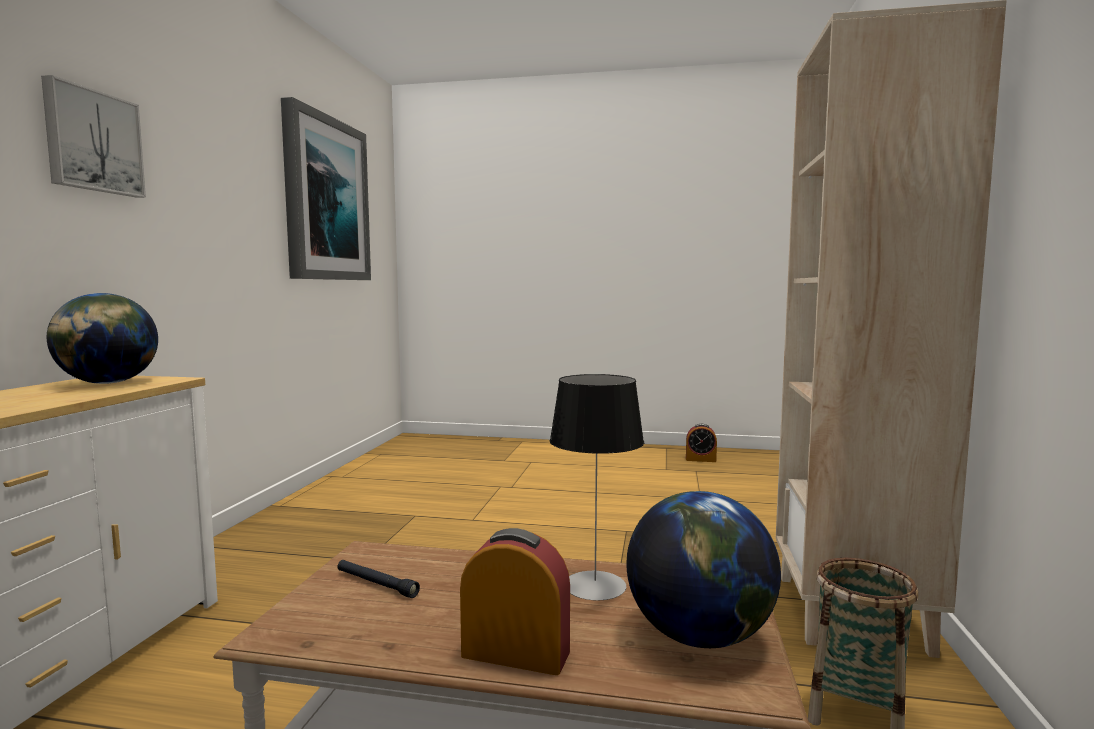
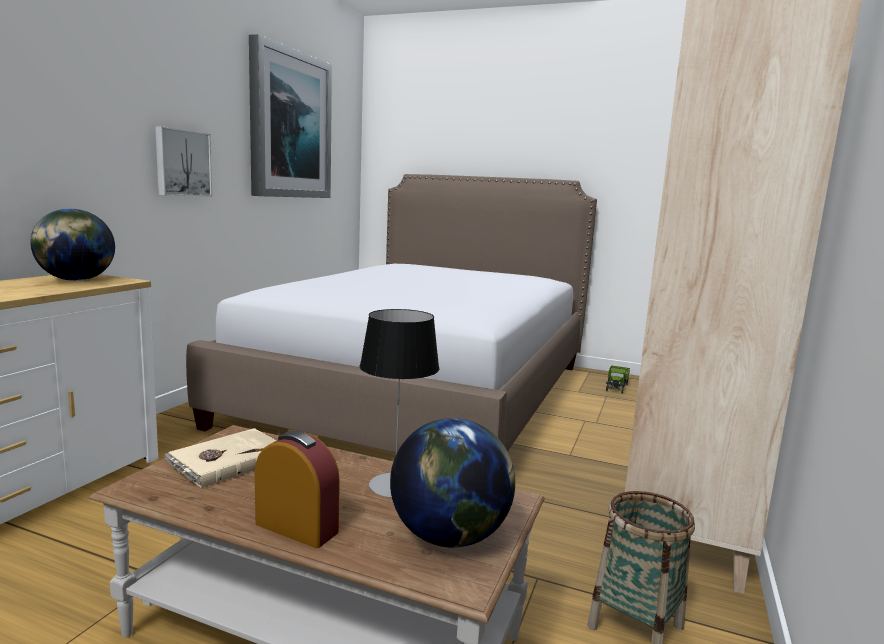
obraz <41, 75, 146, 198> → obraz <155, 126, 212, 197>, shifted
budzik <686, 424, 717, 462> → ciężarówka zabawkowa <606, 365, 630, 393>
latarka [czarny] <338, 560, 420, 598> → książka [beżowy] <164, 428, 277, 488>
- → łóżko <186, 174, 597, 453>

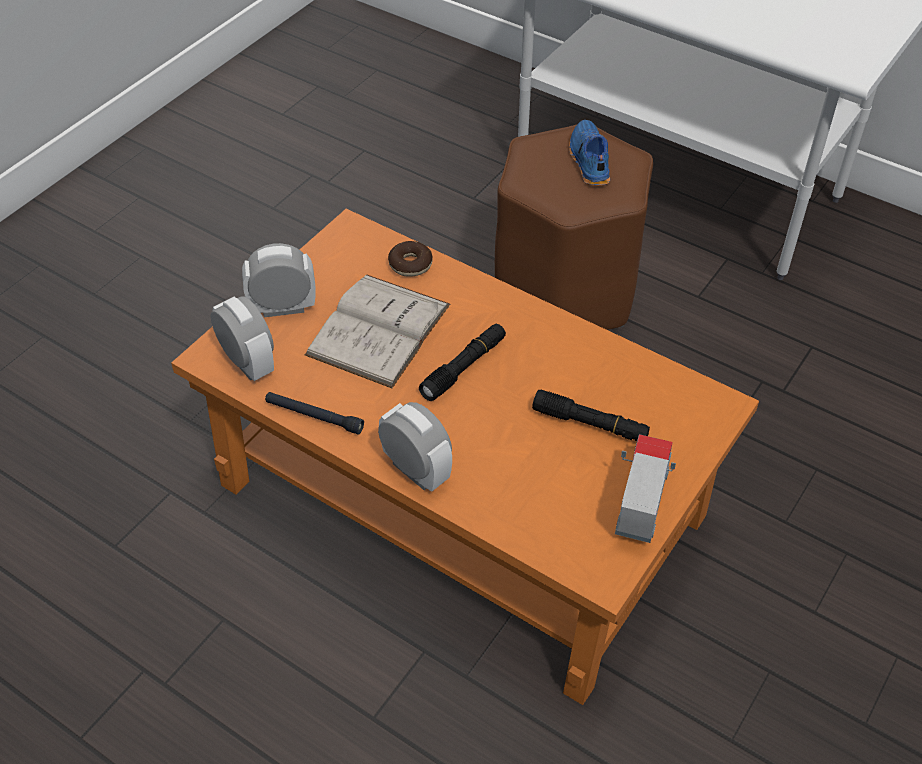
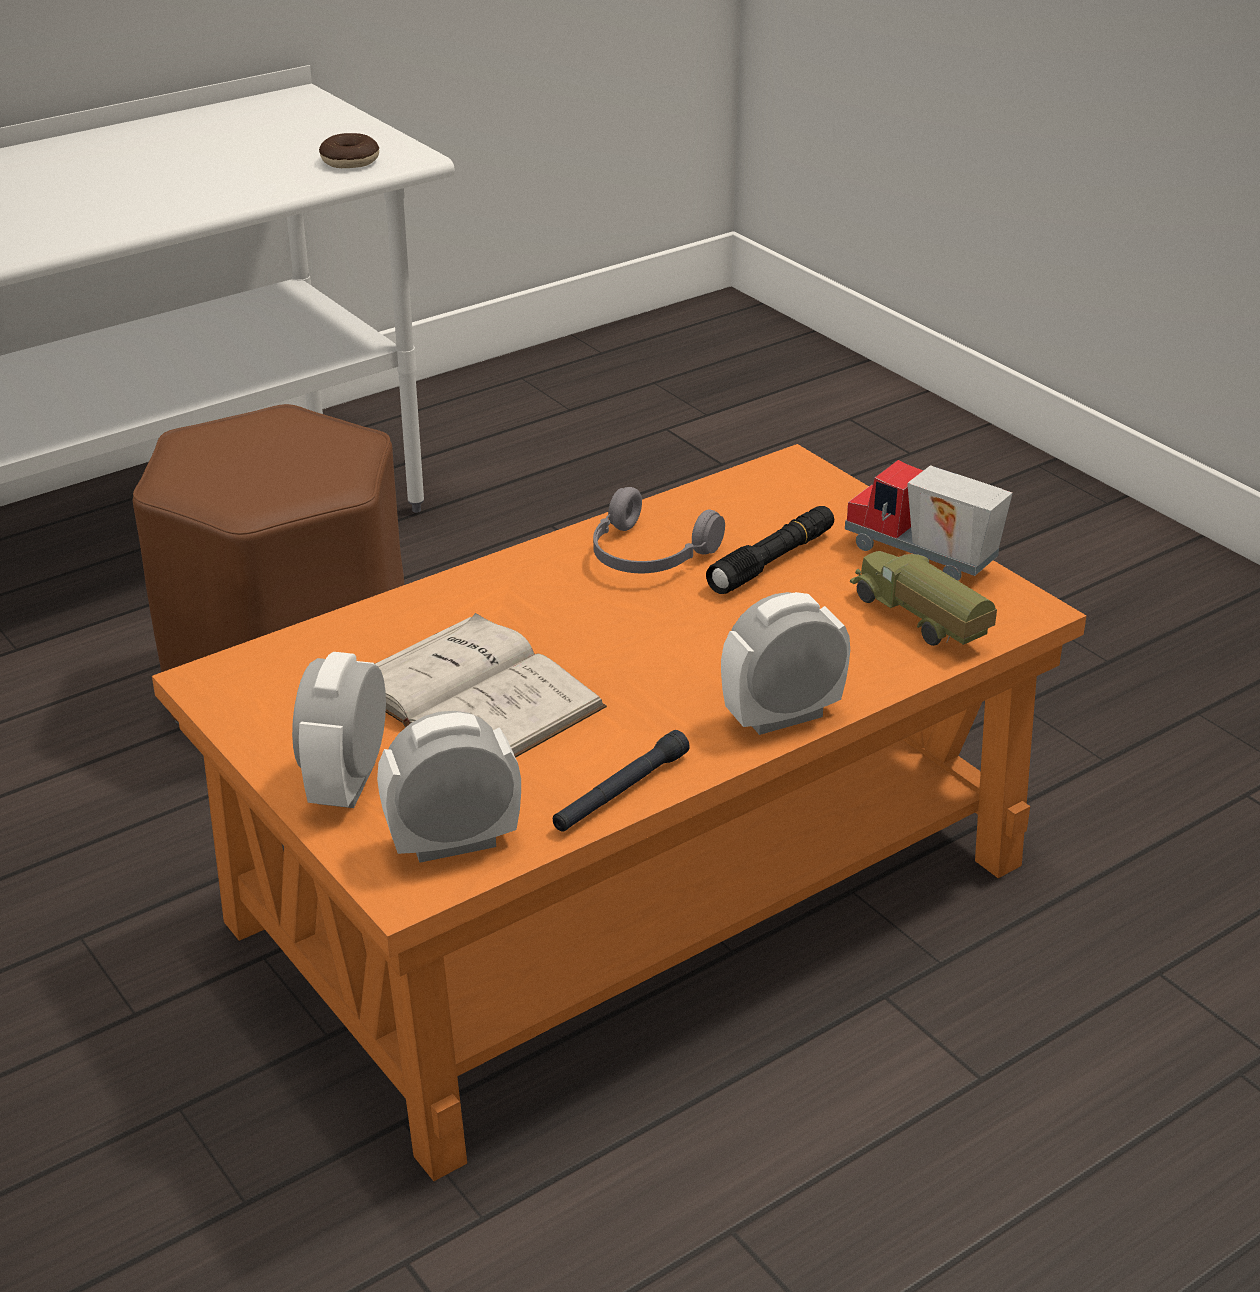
but [niebieski] <569, 120, 610, 186> → -
donut <388, 241, 433, 277> → donut <319, 133, 379, 168>, shifted
latarka [czarny] <419, 324, 506, 401> → -
- → słuchawki [szary] <593, 487, 725, 573>
- → ciężarówka zabawkowa <850, 551, 997, 646>

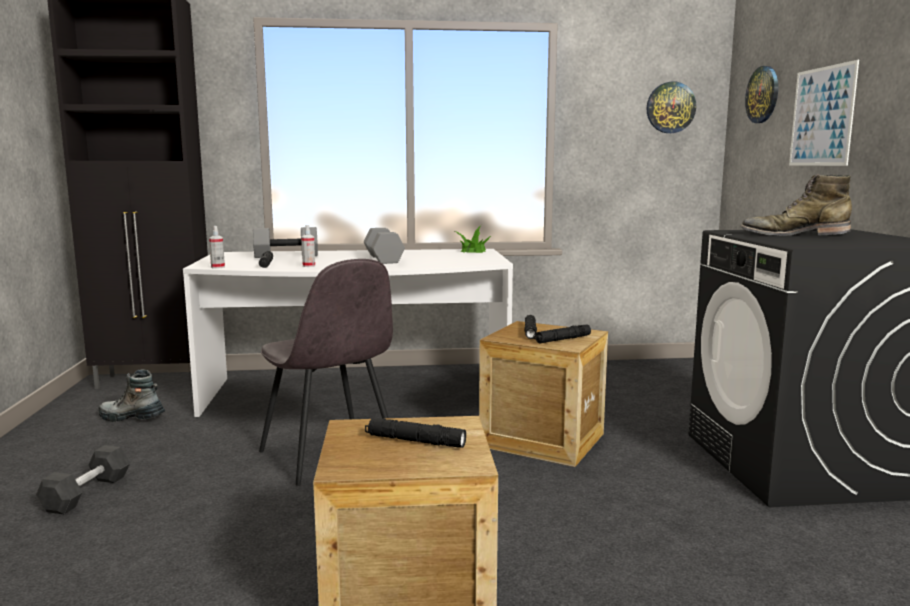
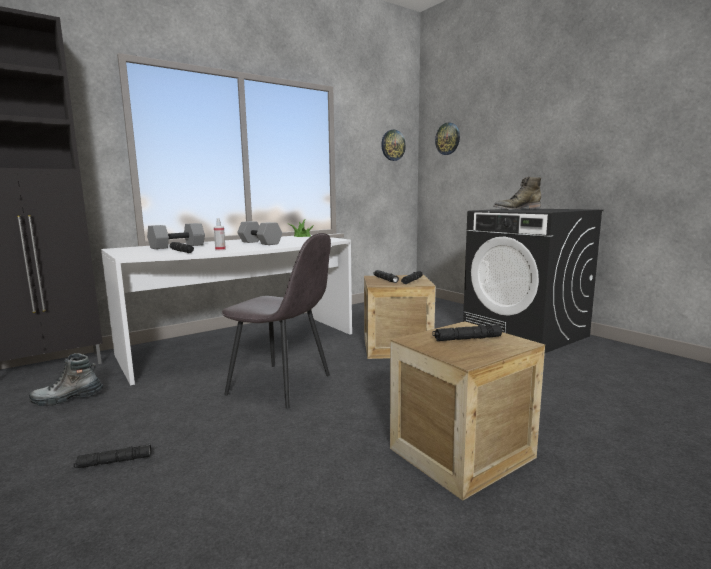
obraz <789, 60, 859, 166> → -
spryskiwacz <209, 226, 225, 269> → -
hantel [czarny] <36, 445, 130, 514> → latarka [czarny] <74, 445, 151, 468>

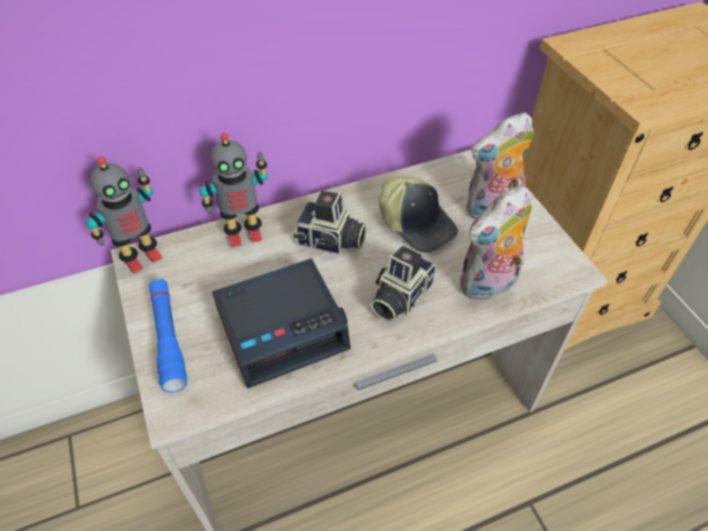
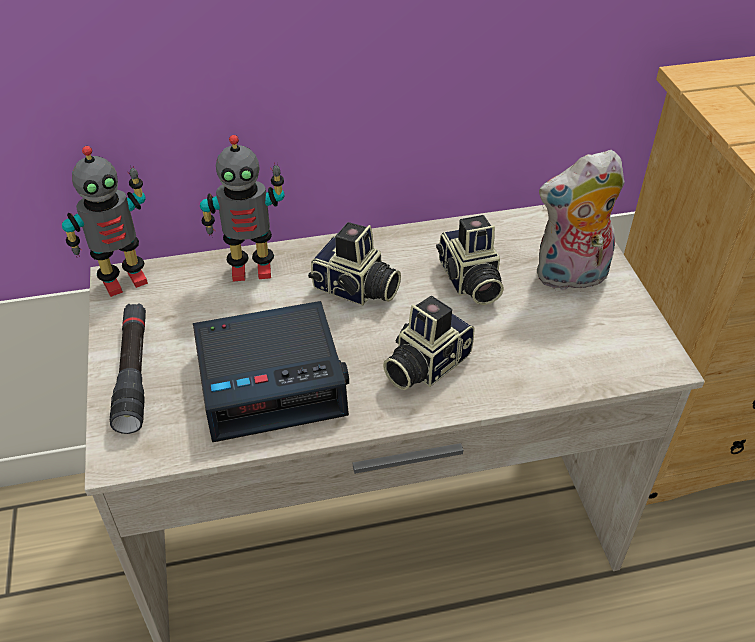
czapka z daszkiem <378, 176, 458, 253> → aparat fotograficzny <436, 215, 504, 305>
pluszak <460, 186, 532, 300> → -
latarka [niebieski] <149, 279, 187, 392> → latarka [czarny] <110, 303, 146, 434>

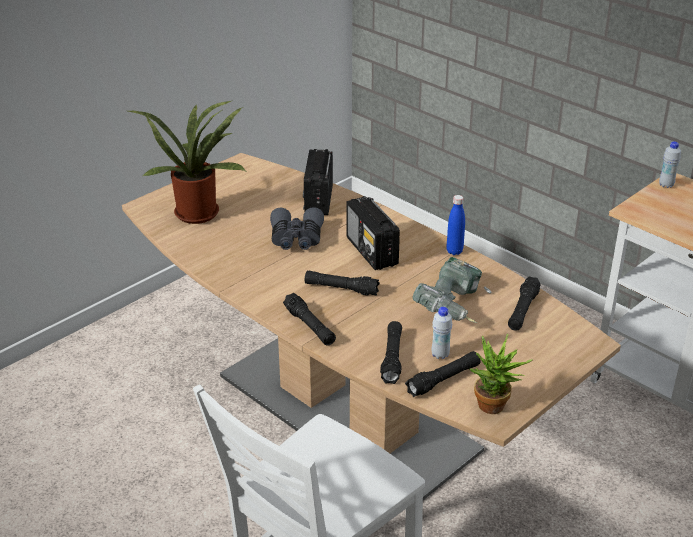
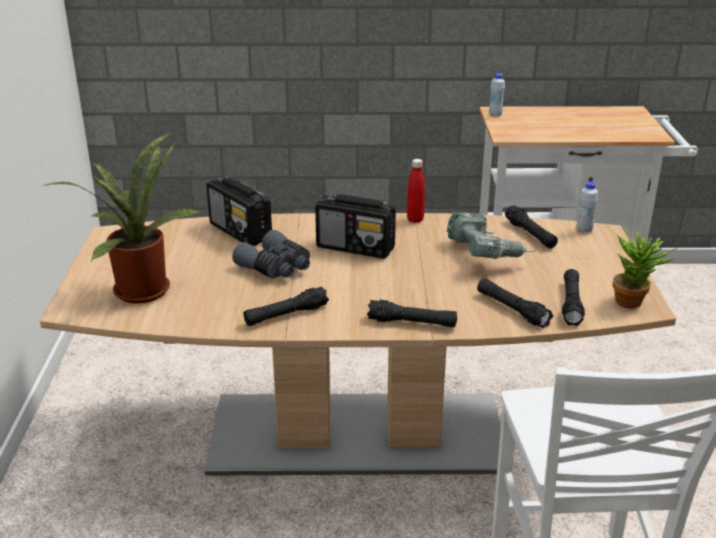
butelka [niebieski] <446, 195, 465, 255> → butelka [czerwony] <407, 159, 425, 223>
latarka [czarny] <305, 271, 380, 296> → latarka [czarny] <244, 287, 329, 326>, shifted
butelka [biały] <432, 307, 452, 359> → butelka [biały] <577, 182, 598, 233>, shifted

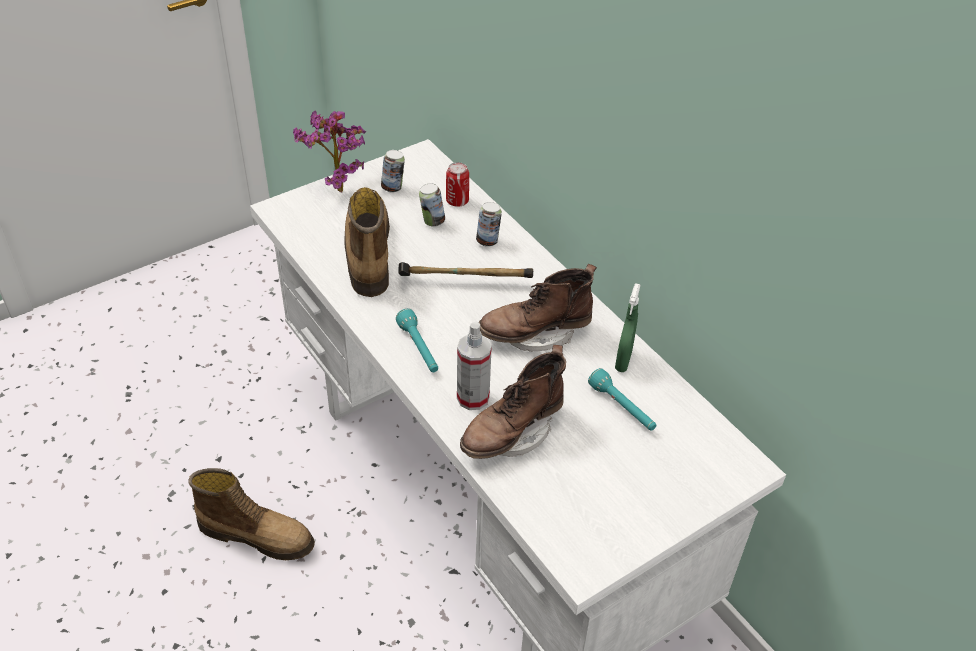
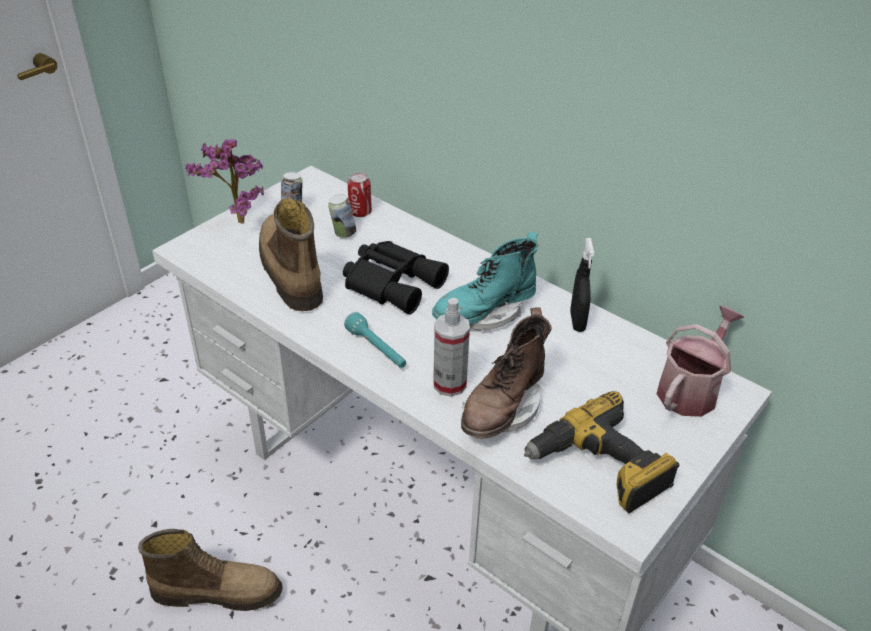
puszka <476, 202, 502, 247> → -
młotek <398, 262, 533, 278> → lornetka [czarny] <343, 241, 449, 314>
but z cholewką [brązowy] <479, 264, 597, 352> → but z cholewką [turkusowy] <432, 232, 539, 330>
spryskiwacz [zielony] <615, 283, 641, 372> → spryskiwacz [czarny] <570, 238, 594, 332>
latarka [turkusowy] <588, 368, 656, 431> → -
- → konewka <656, 306, 745, 417>
- → wiertarka <524, 391, 680, 513>

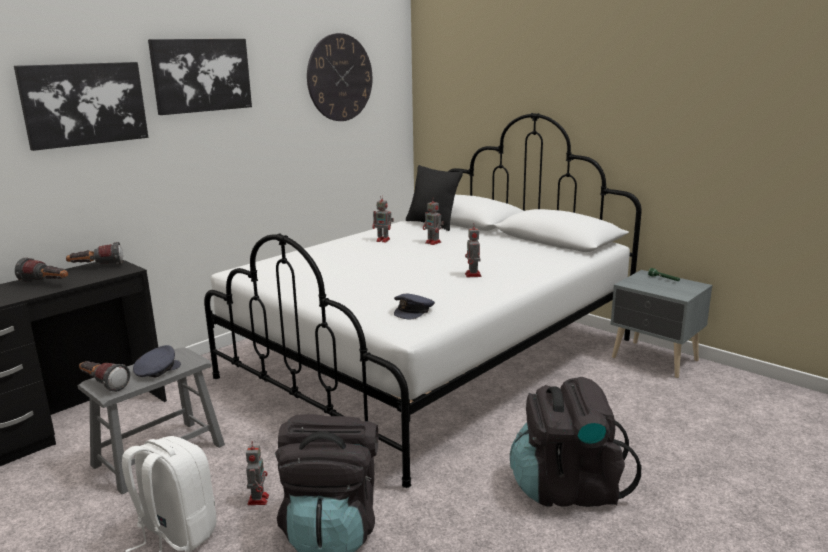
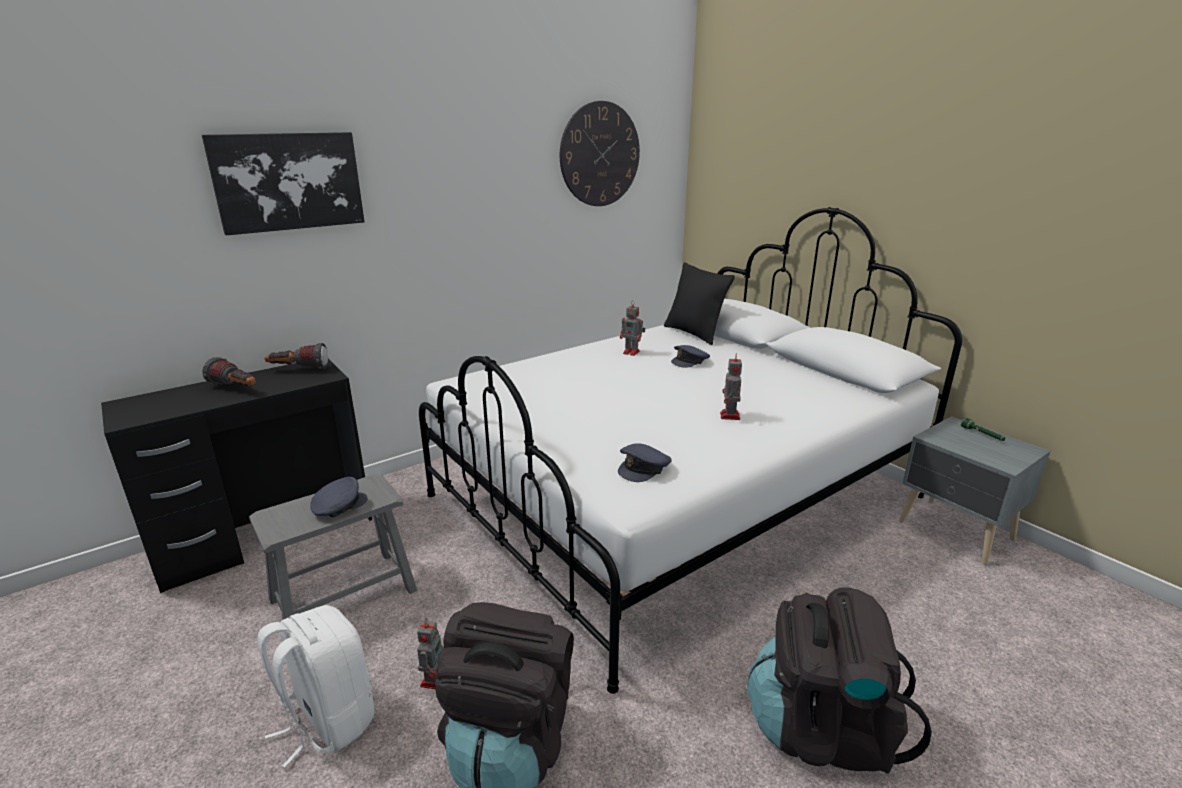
obraz <148, 39, 252, 115> → -
robot zabawkowy <423, 197, 444, 245> → czapka z daszkiem [szary] <671, 345, 710, 368>
latarka <79, 361, 130, 392> → -

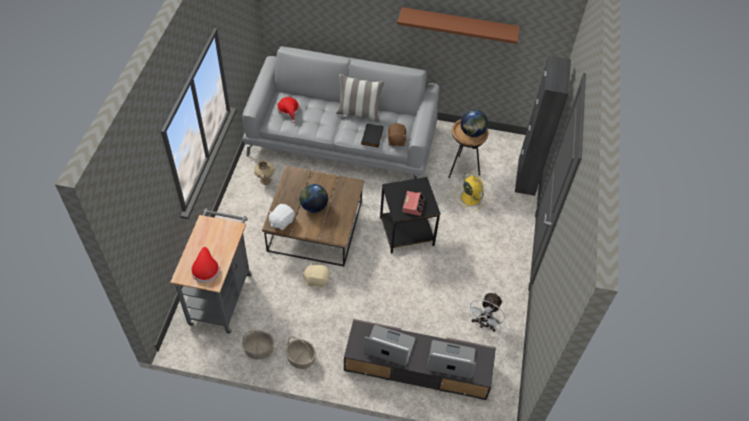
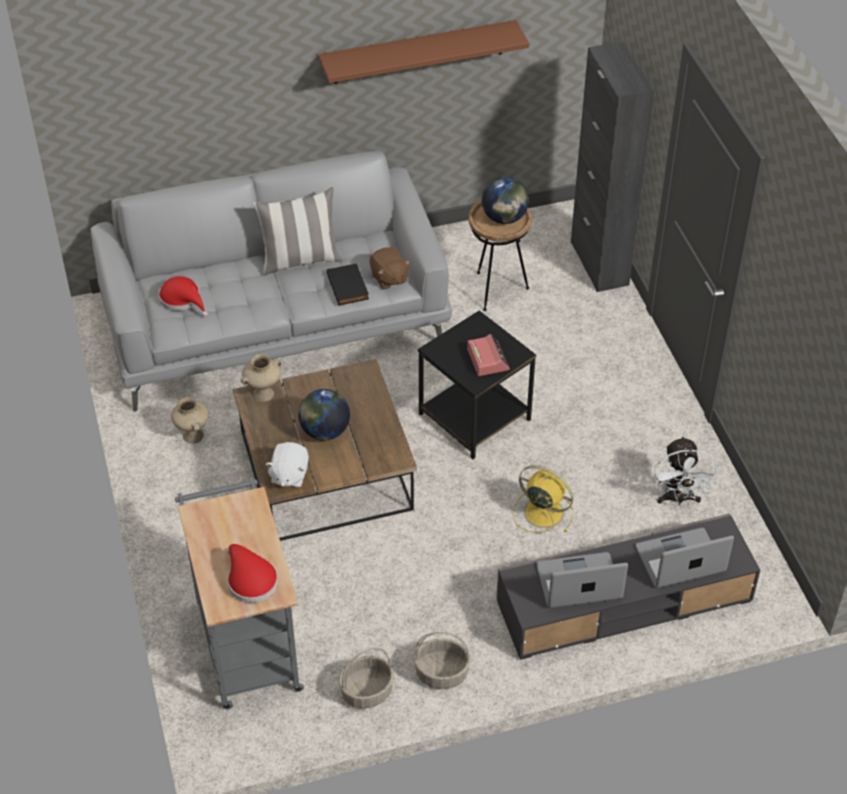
wentylator [żółty] <454, 171, 486, 211> → wentylator [żółty] <513, 465, 574, 533>, shifted
pluszak [beżowy] <302, 263, 330, 287> → -
- → wazon [beżowy] <241, 354, 281, 402>

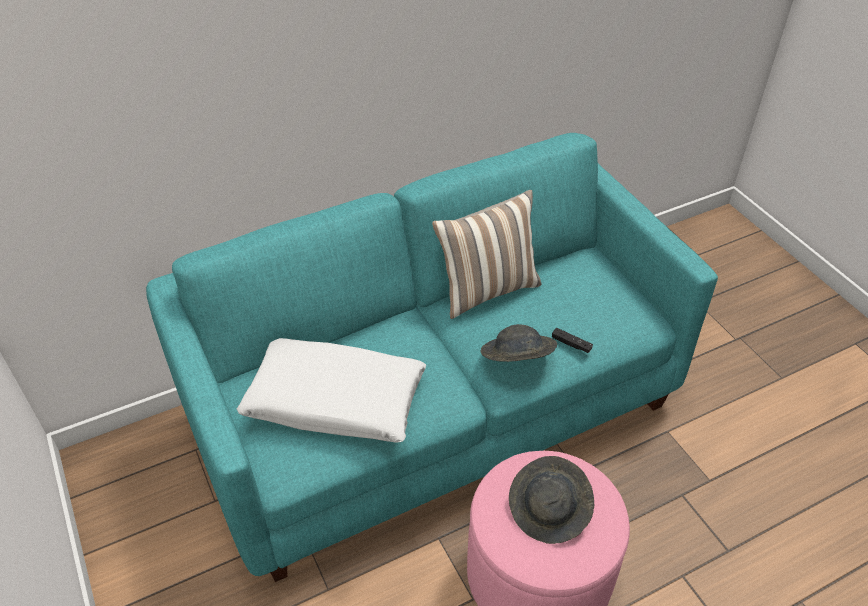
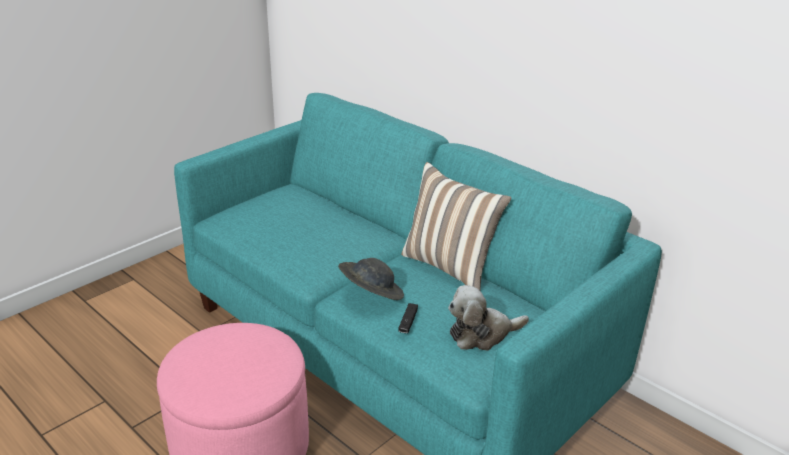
poduszka [biały] <237, 338, 426, 442> → -
kapelusz [szary] <509, 456, 594, 544> → -
- → pluszak <448, 285, 529, 351>

